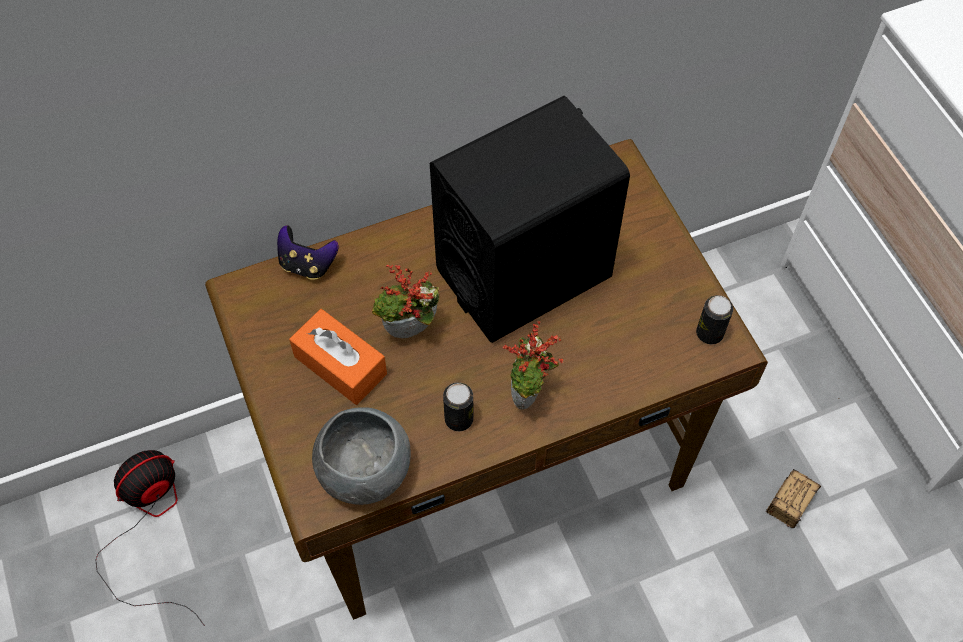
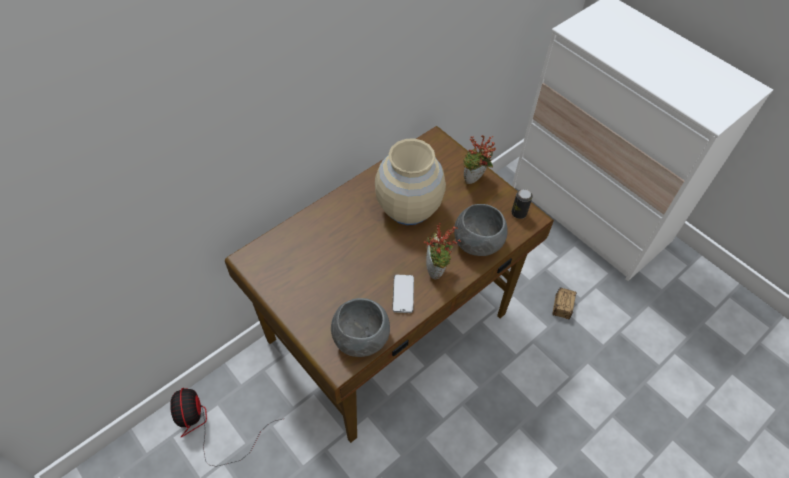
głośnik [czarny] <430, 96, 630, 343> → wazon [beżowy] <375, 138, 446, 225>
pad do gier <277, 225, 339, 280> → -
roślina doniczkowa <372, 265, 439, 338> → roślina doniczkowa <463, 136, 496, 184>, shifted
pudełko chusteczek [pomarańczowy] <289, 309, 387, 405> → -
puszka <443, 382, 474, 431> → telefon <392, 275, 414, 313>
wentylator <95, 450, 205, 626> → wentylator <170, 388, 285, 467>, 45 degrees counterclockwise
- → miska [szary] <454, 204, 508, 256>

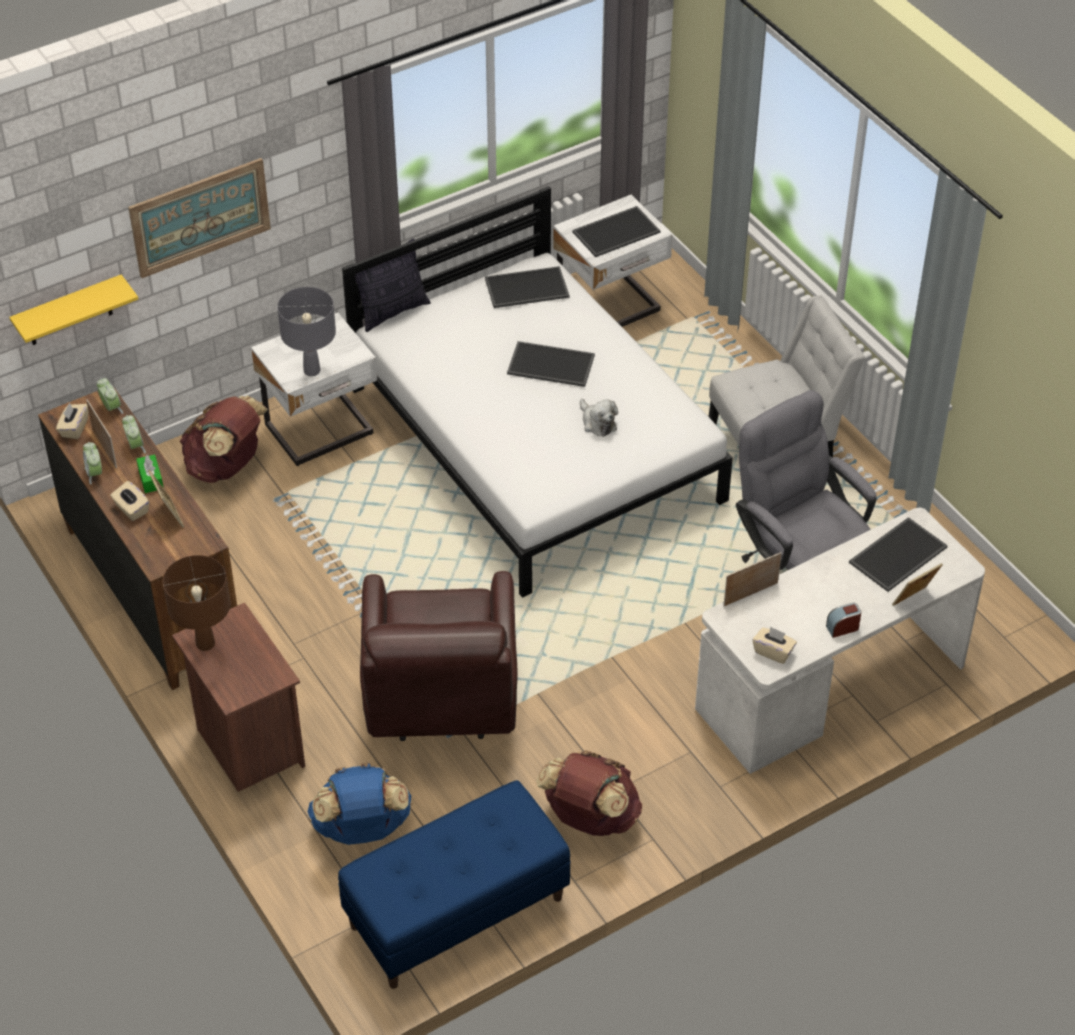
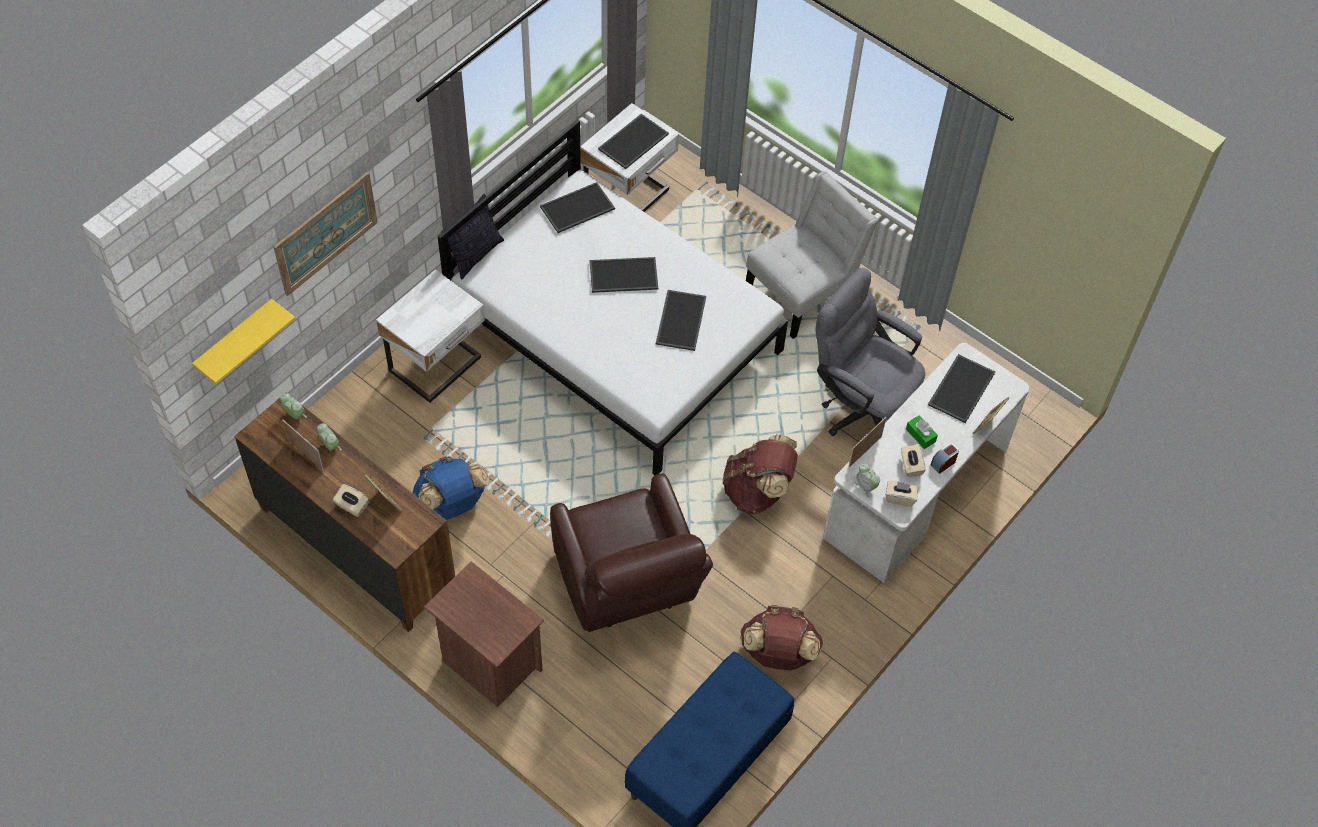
lampa stołowa [szary] <277, 287, 336, 376> → -
plecak [brązowy] <180, 396, 268, 483> → plecak [brązowy] <722, 434, 798, 514>, shifted
pluszak <580, 399, 618, 437> → taca <656, 290, 706, 351>
pudełko chusteczek [beżowy] <56, 403, 88, 439> → pudełko chusteczek [beżowy] <901, 444, 926, 477>, shifted
budzik <83, 442, 102, 485> → budzik <854, 464, 880, 498>, shifted
pudełko chusteczek [zielony] <136, 455, 164, 493> → pudełko chusteczek [zielony] <906, 415, 938, 449>, shifted
lampa stołowa [brązowy] <163, 555, 231, 651> → -
plecak [niebieski] <308, 763, 412, 845> → plecak [niebieski] <413, 456, 490, 520>, shifted

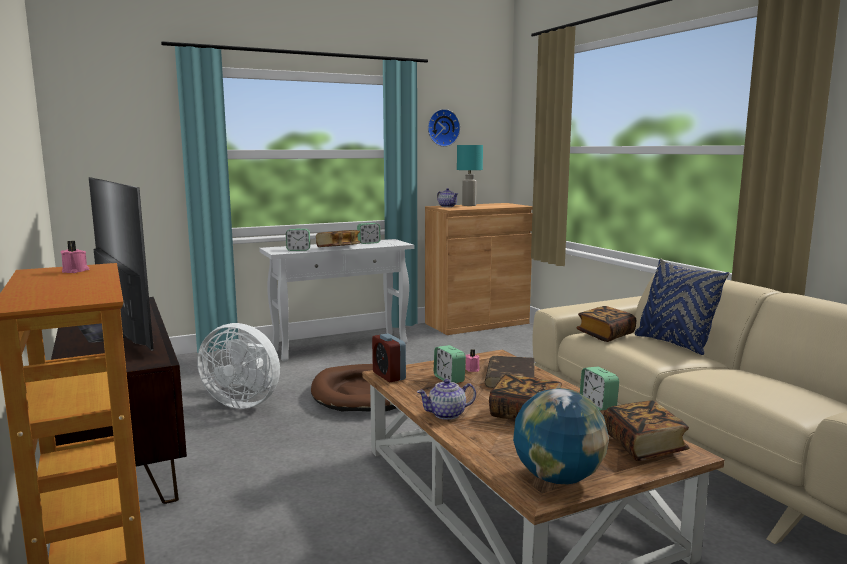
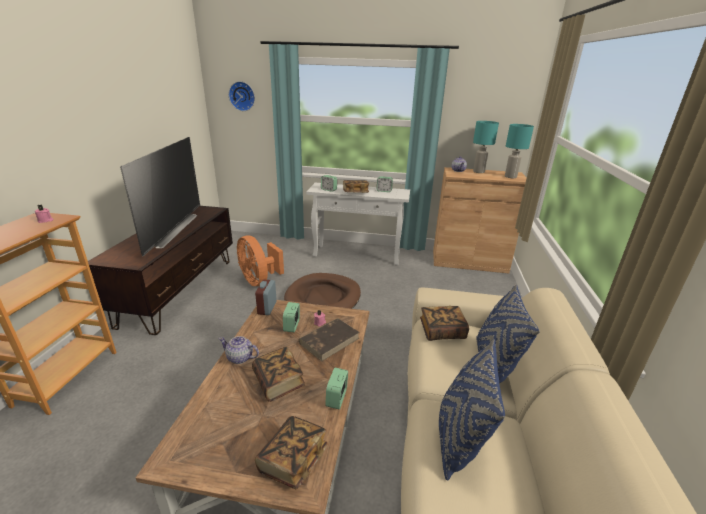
zegar ścienny <428, 109, 460, 147> → zegar ścienny <229, 81, 255, 111>, shifted
wentylator [biały] <197, 323, 280, 409> → wentylator [pomarańczowy] <237, 235, 284, 286>
globus <513, 388, 609, 484> → -
- → lampa stołowa [turkusowy] <505, 124, 534, 178>
- → poduszka [niebieski] <439, 339, 505, 481>

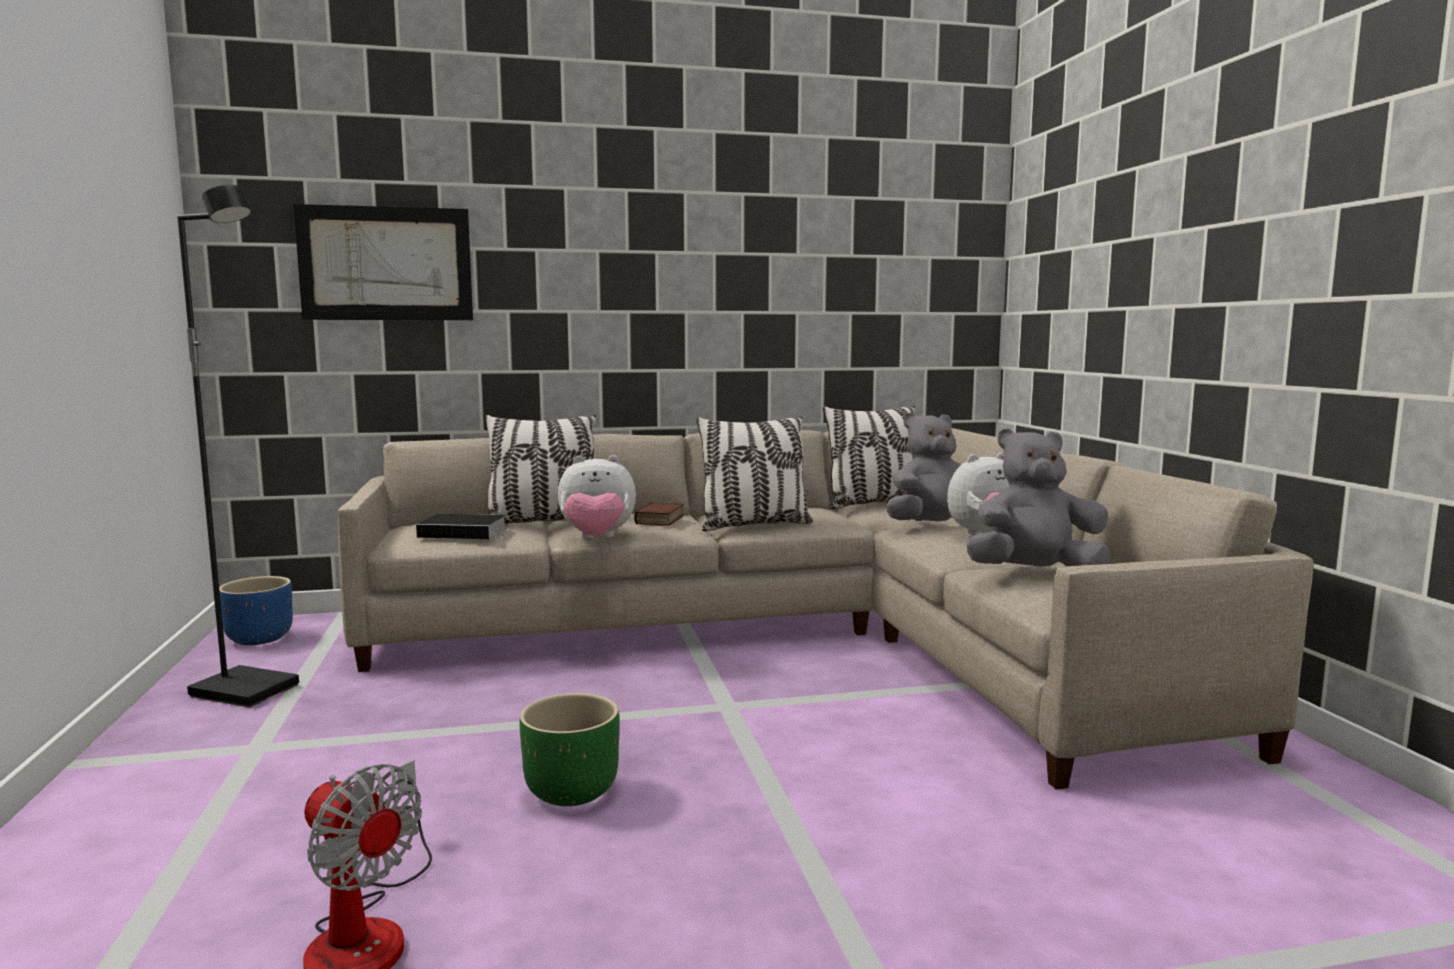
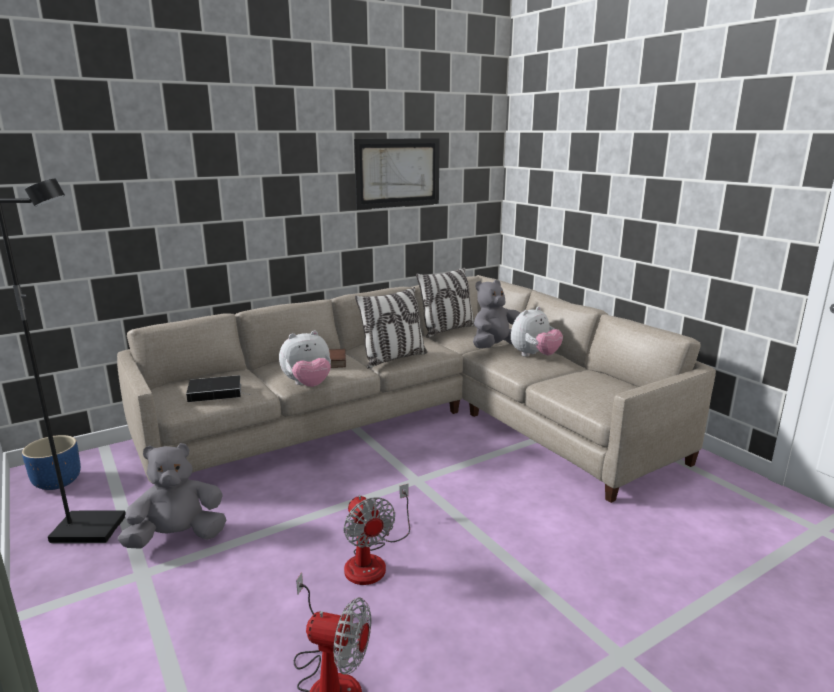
obraz <294, 204, 473, 320> → obraz <354, 138, 440, 210>, shifted
poduszka <485, 415, 596, 524> → -
pluszak [szary] <966, 428, 1111, 567> → pluszak [szary] <118, 443, 226, 549>, shifted
donica [zielony] <519, 693, 619, 806> → wentylator <343, 484, 410, 585>

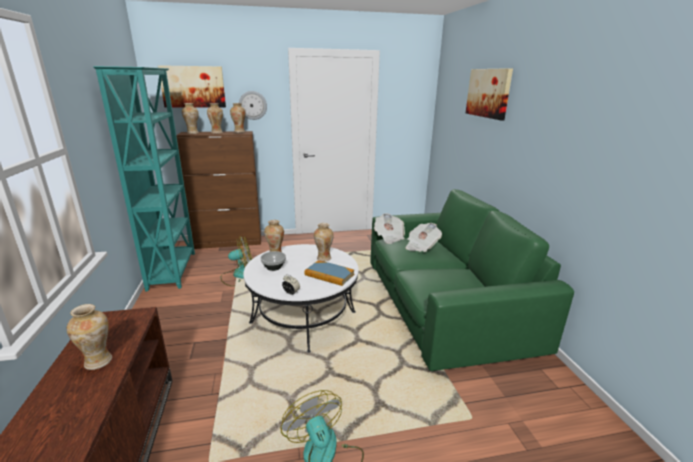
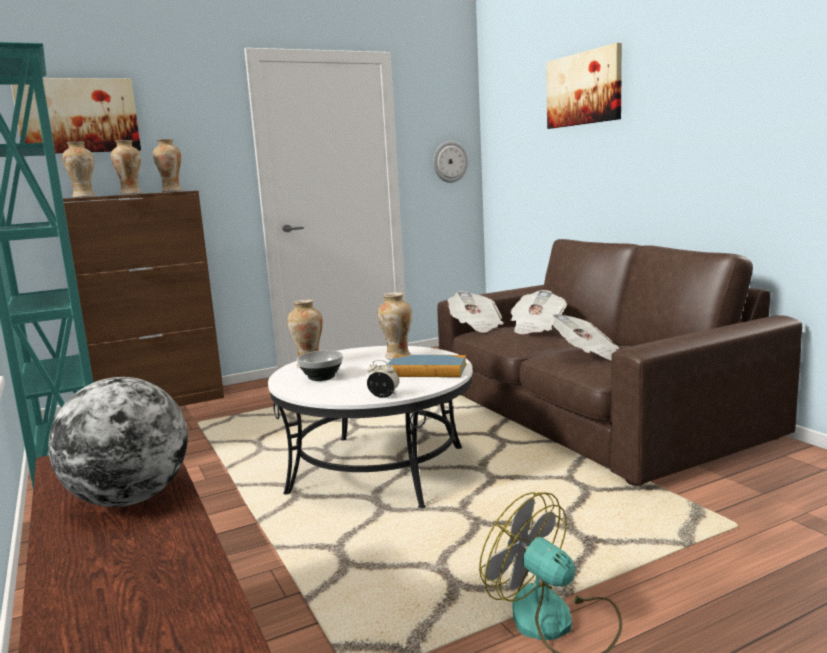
zegar ścienny <239, 91, 267, 120> → zegar ścienny <433, 141, 468, 183>, shifted
kanapa [zielony] <370, 189, 574, 371> → kanapa [brązowy] <437, 239, 802, 486>
wentylator <220, 236, 252, 286> → -
wazon <67, 304, 112, 370> → globus <48, 377, 188, 507>
- → gazeta <553, 314, 619, 360>

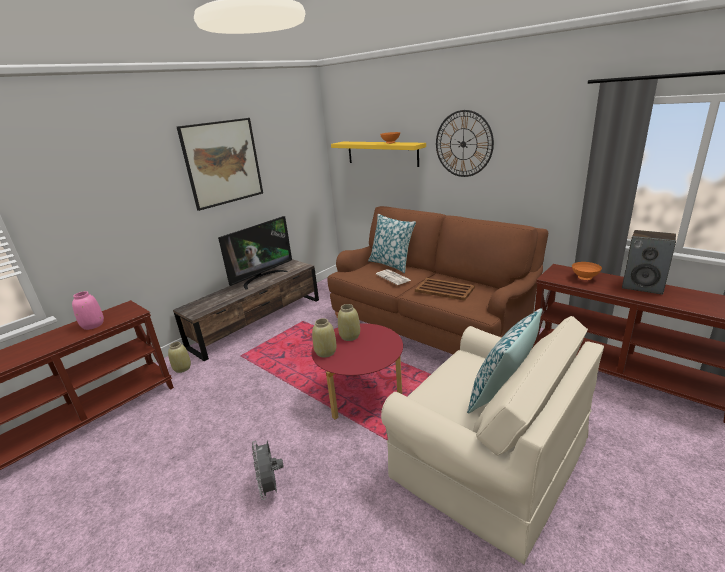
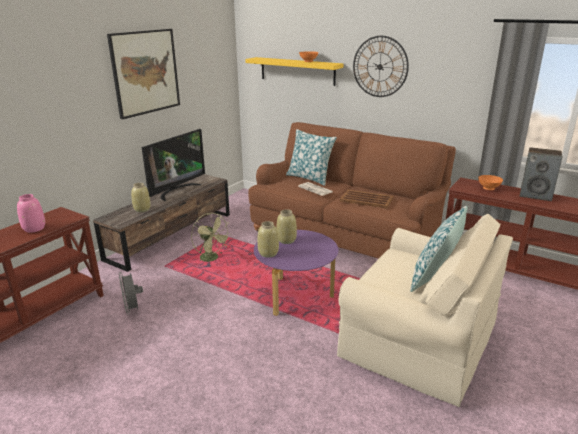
ława [czerwony] <311, 323, 403, 420> → ława [fioletowy] <254, 230, 338, 316>
wazon [beżowy] <168, 342, 191, 373> → wazon [beżowy] <131, 183, 151, 212>, shifted
wentylator [szary] <252, 441, 284, 500> → wentylator [szary] <119, 272, 143, 313>, shifted
- → wentylator [zielony] <191, 213, 231, 262>

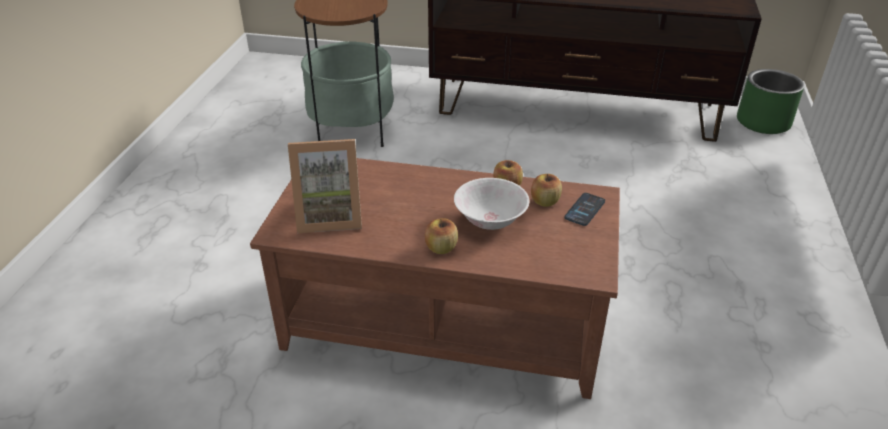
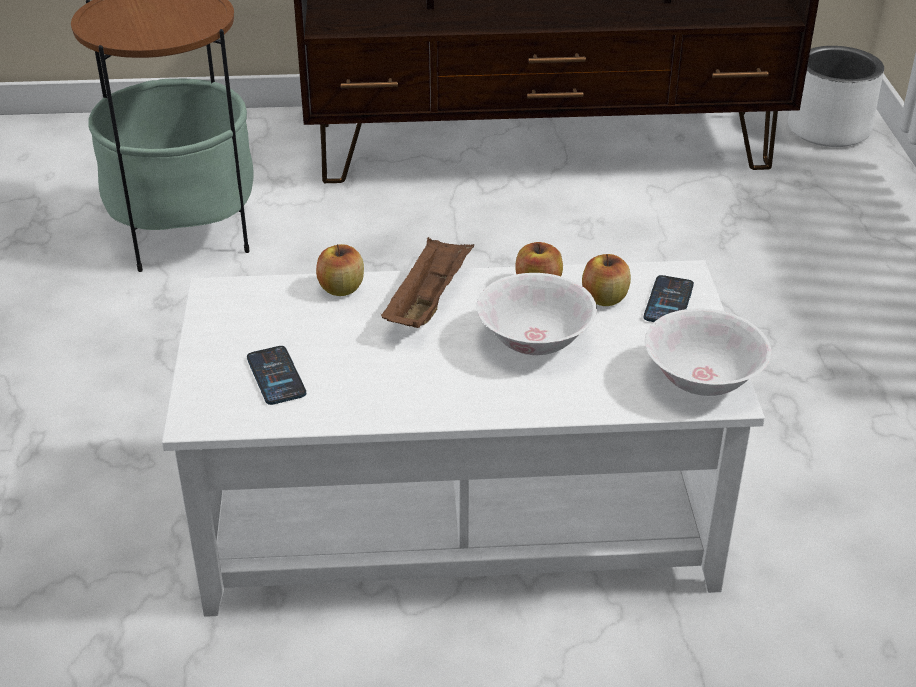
donica [zielony] <737, 69, 805, 134> → donica [biały] <788, 46, 884, 147>
ramka na zdjęcie <288, 139, 362, 233> → telefon <247, 346, 306, 405>
ława [brązowy] <250, 158, 620, 399> → ława [biały] <162, 260, 765, 617>
jabłko <425, 218, 458, 254> → jabłko <316, 244, 364, 296>, shifted
- → taca [brązowy] <381, 237, 474, 328>
- → miska [biały] <645, 308, 771, 396>

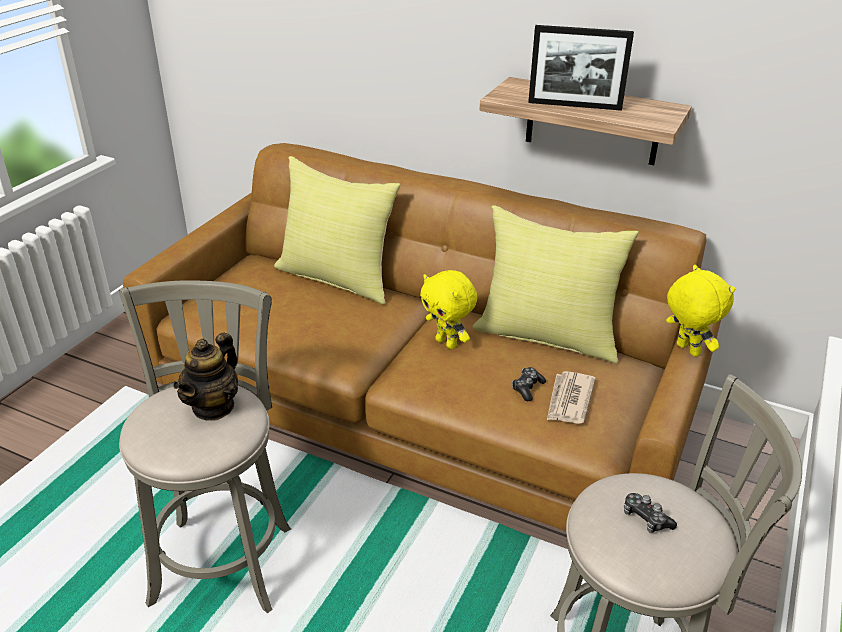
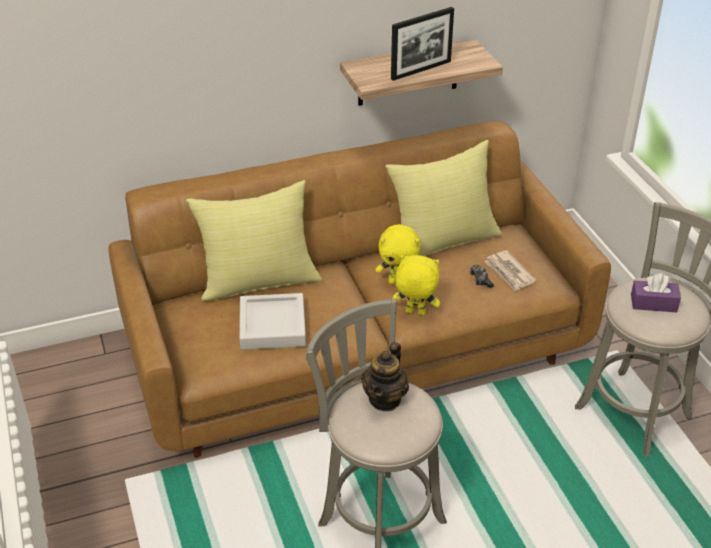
pluszak [żółty] <666, 265, 735, 357> → pluszak [żółty] <393, 255, 440, 315>, shifted
imbryk <173, 333, 238, 421> → imbryk <361, 342, 409, 411>, 45 degrees clockwise
pad do gier <624, 493, 677, 533> → pudełko chusteczek [fioletowy] <631, 273, 681, 312>
- → taca [szary] <239, 293, 306, 350>

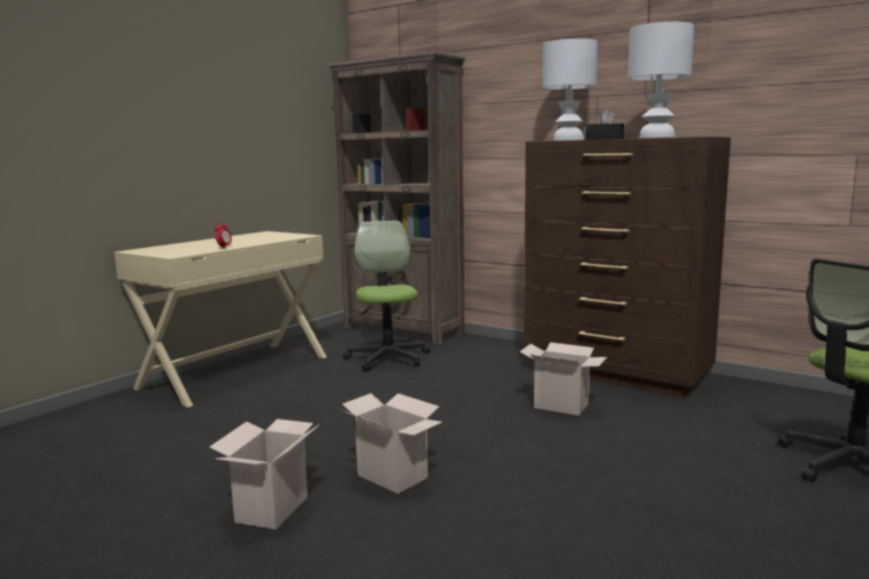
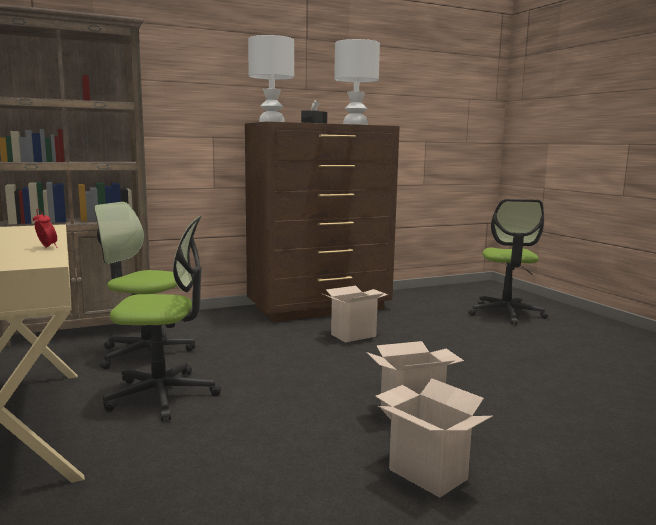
- → krzesło biurowe <103, 216, 221, 421>

